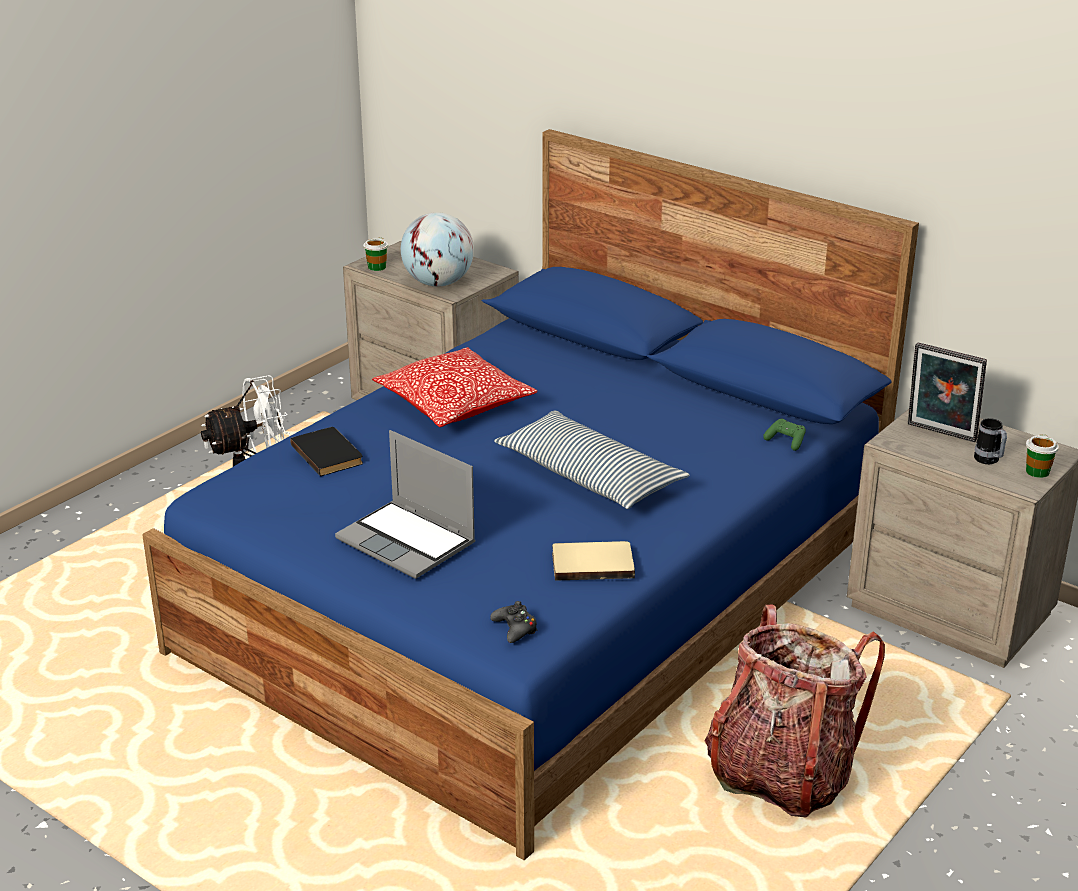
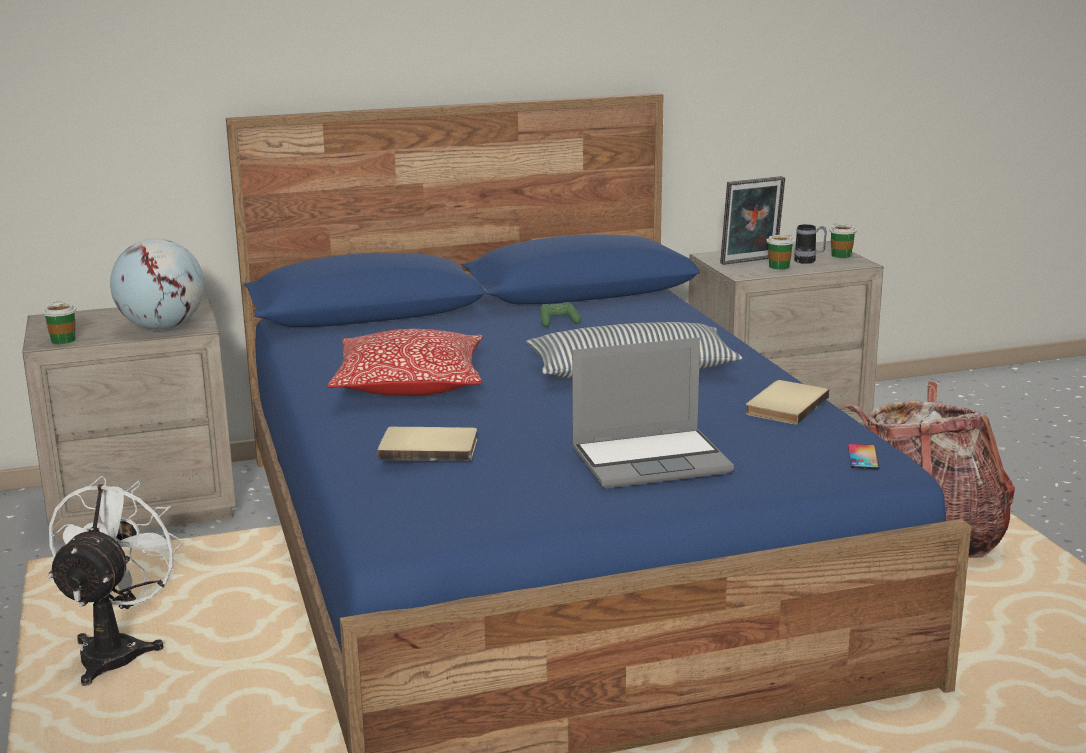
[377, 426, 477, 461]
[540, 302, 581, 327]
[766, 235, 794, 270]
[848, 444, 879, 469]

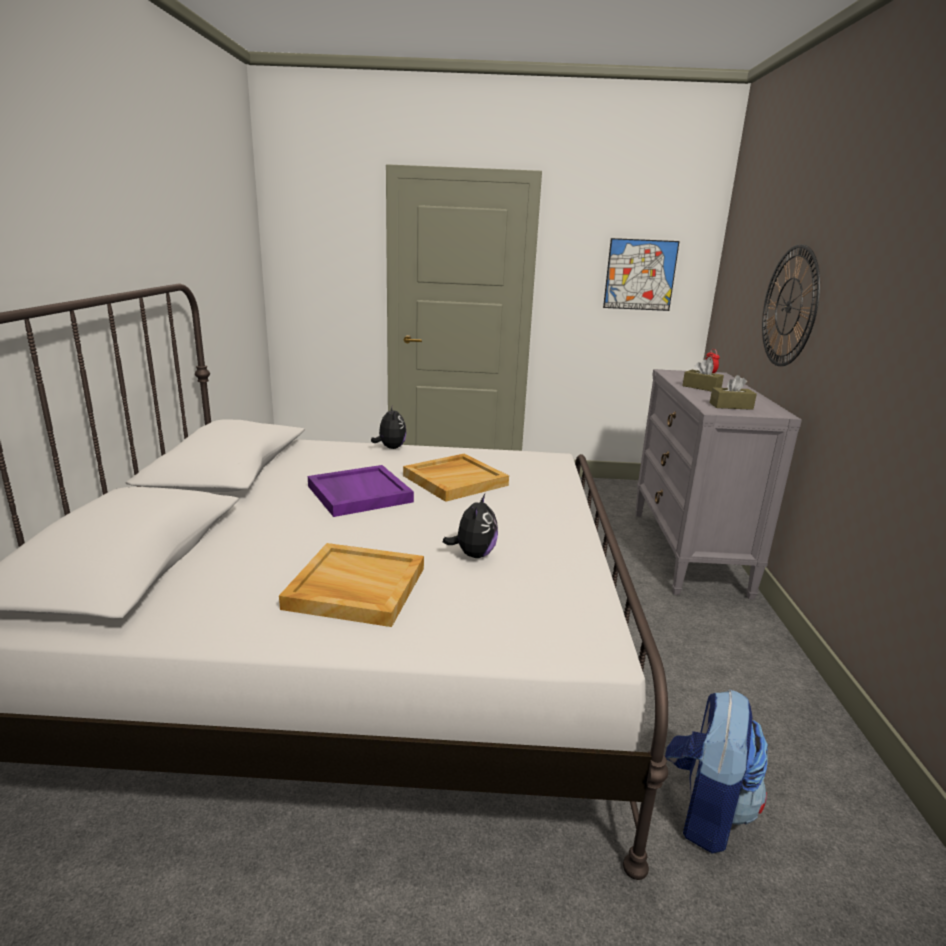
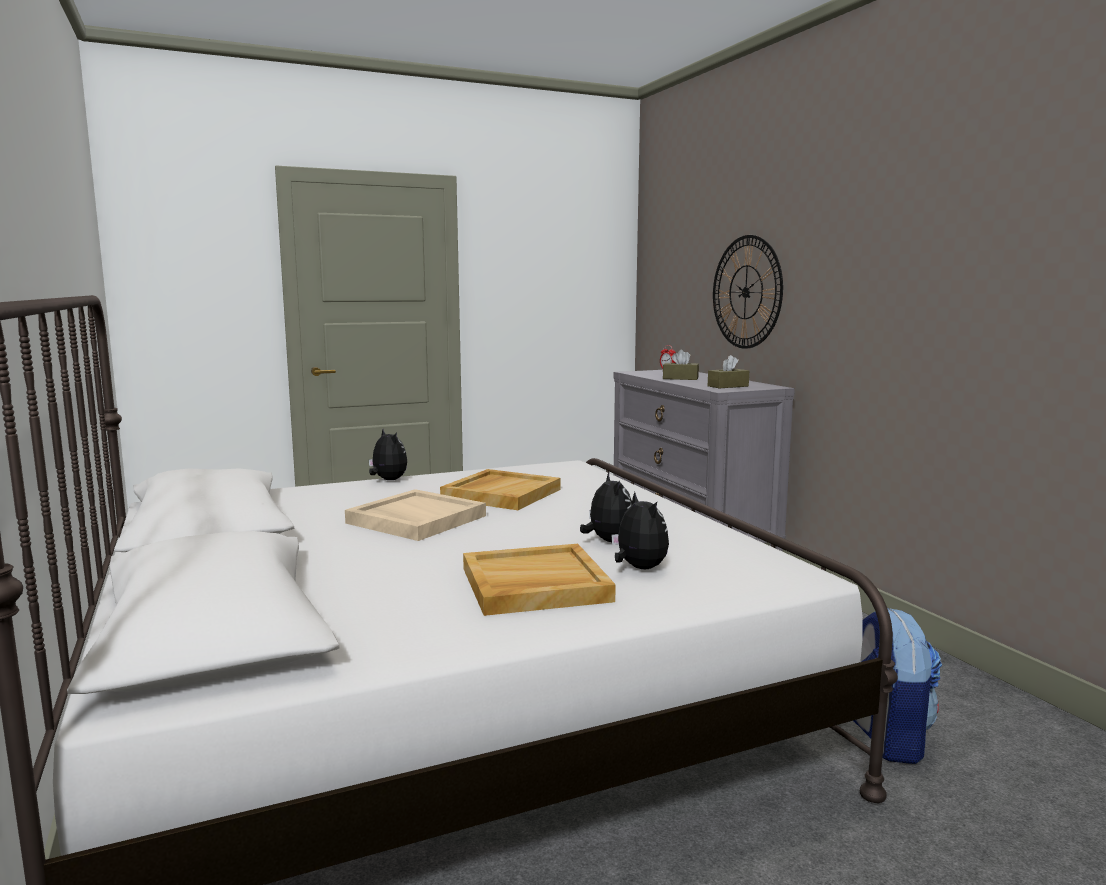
[345, 489, 486, 541]
[612, 492, 669, 569]
[603, 238, 680, 311] (first image)

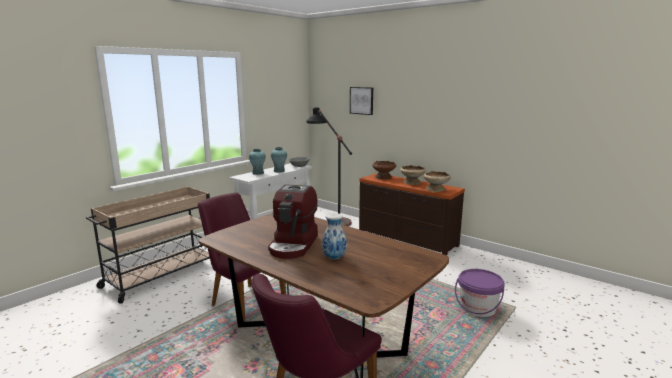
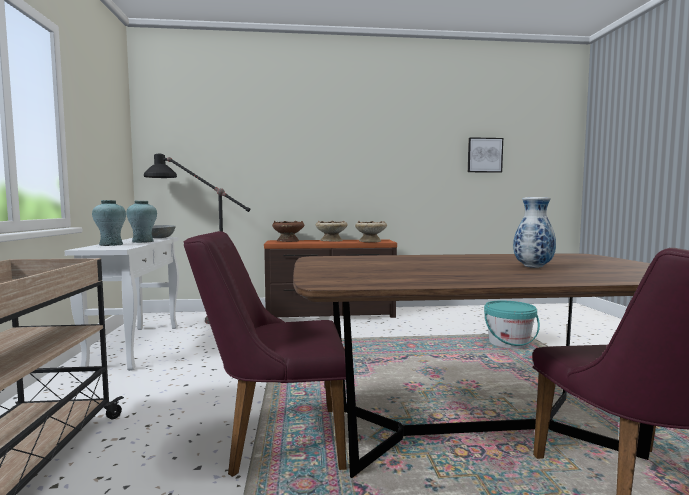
[468, 137, 503, 173]
[484, 300, 540, 349]
[268, 184, 318, 259] (first image)

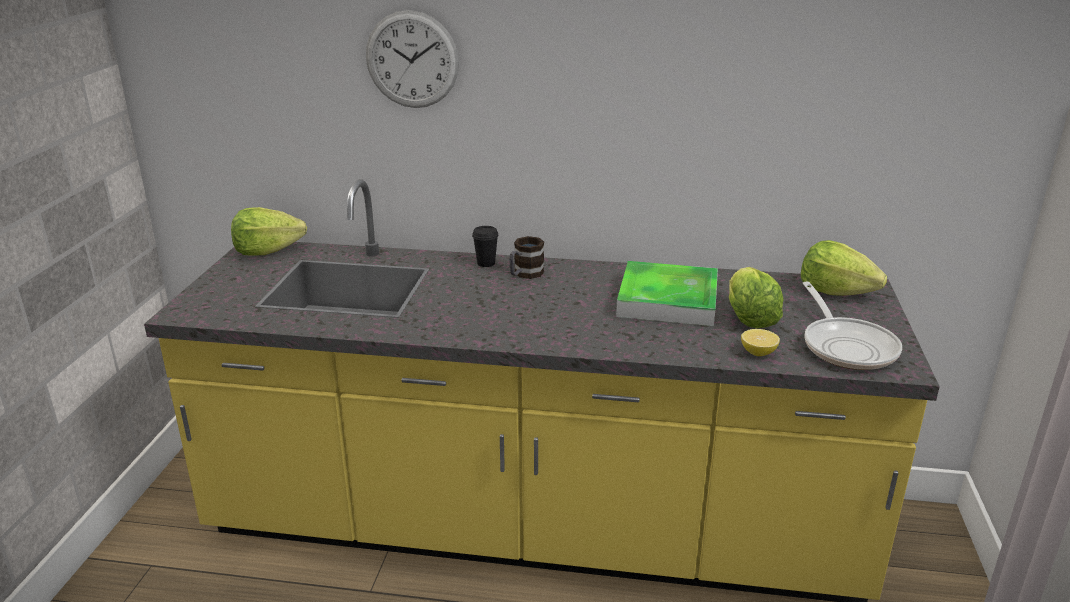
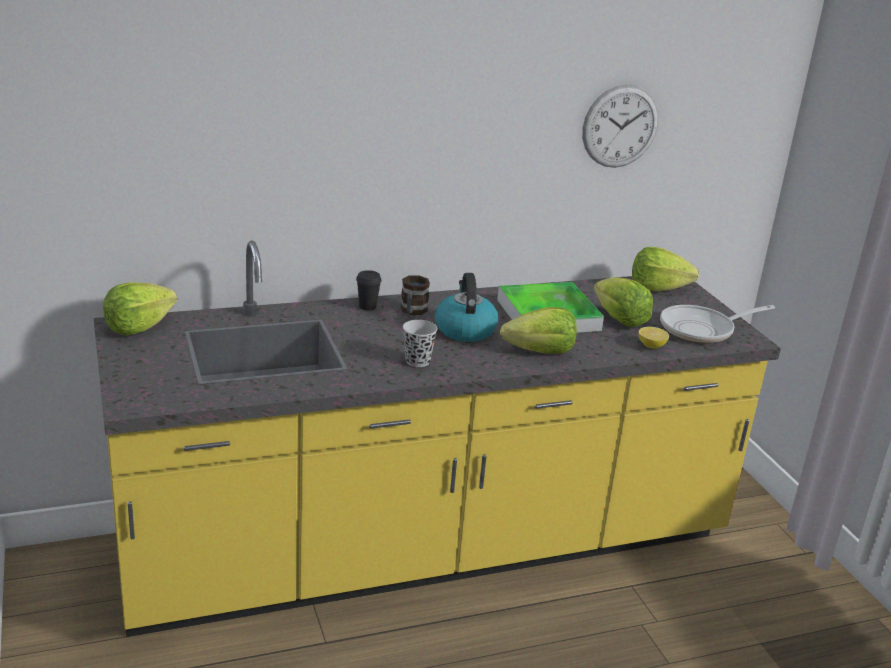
[403, 320, 438, 367]
[435, 273, 498, 342]
[500, 307, 577, 354]
[582, 85, 659, 168]
[660, 305, 775, 343]

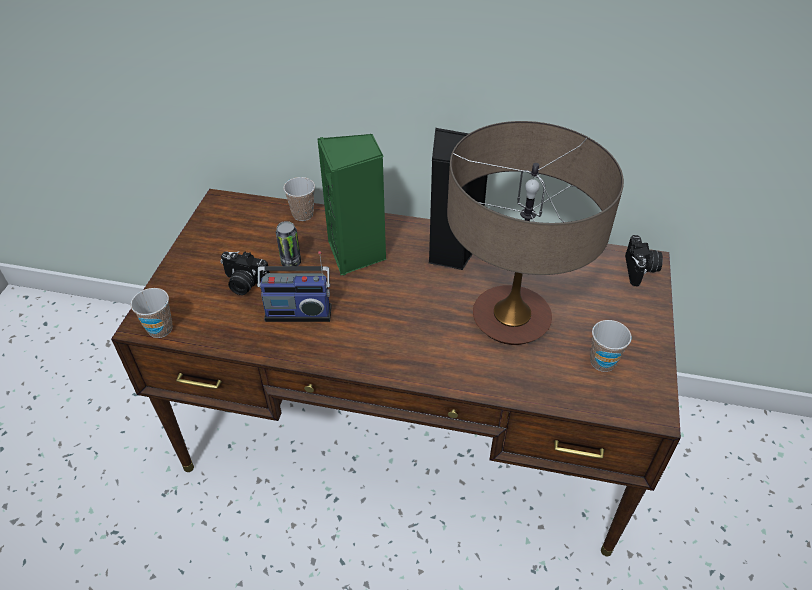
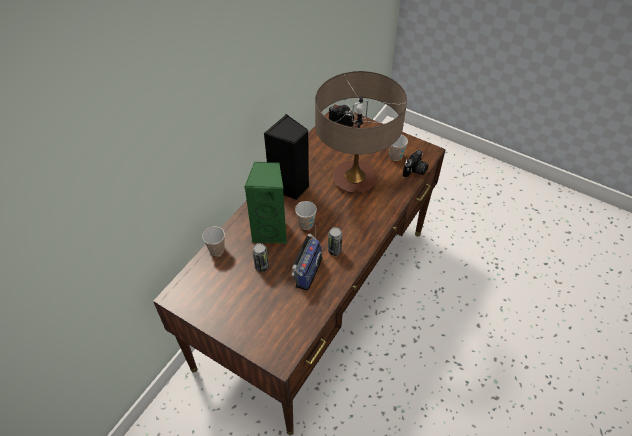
[295, 201, 317, 230]
[328, 227, 342, 256]
[403, 150, 429, 178]

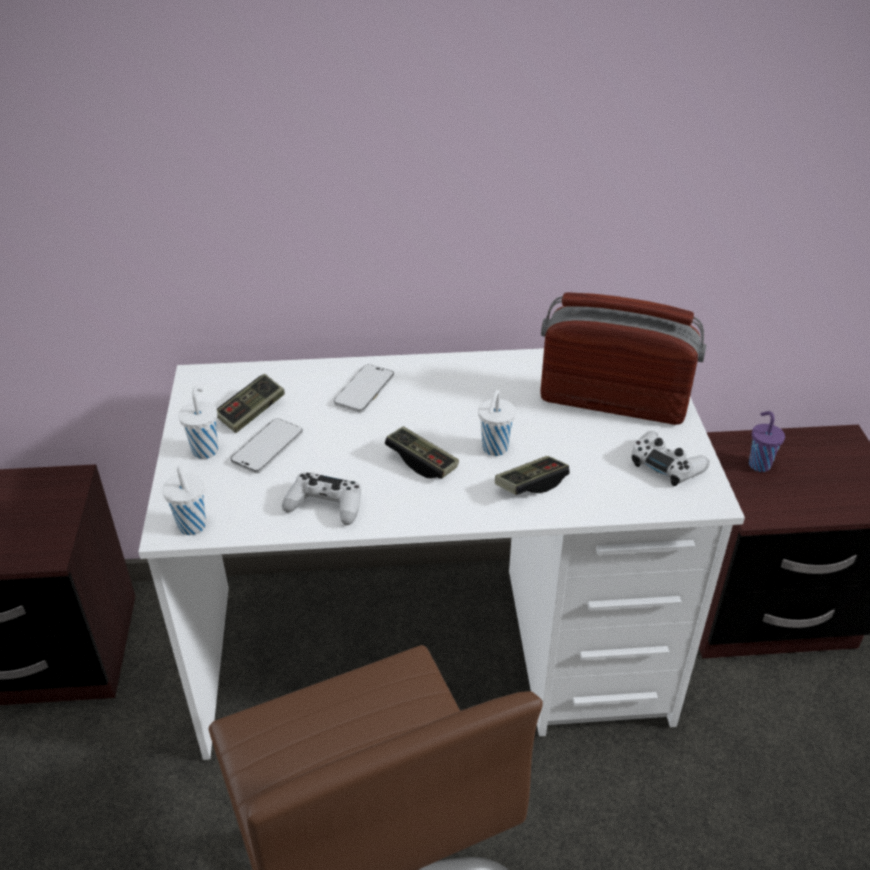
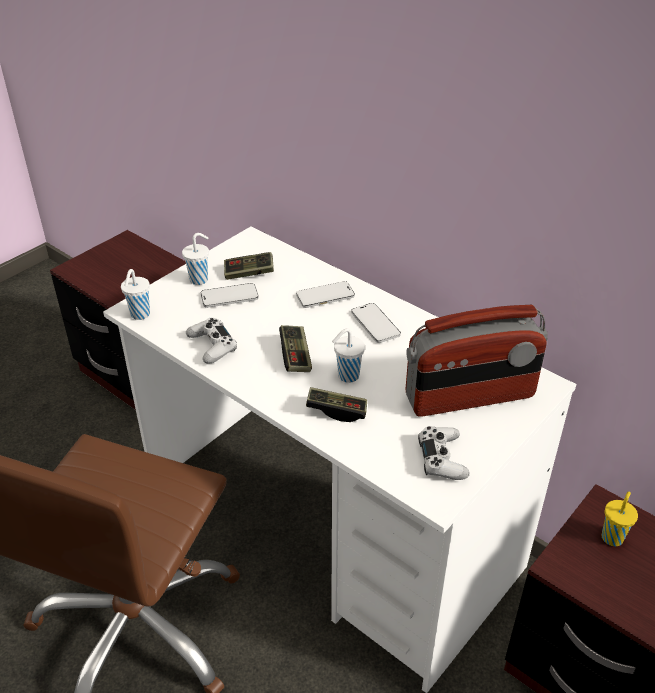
[351, 303, 401, 343]
[405, 305, 548, 417]
[602, 492, 638, 546]

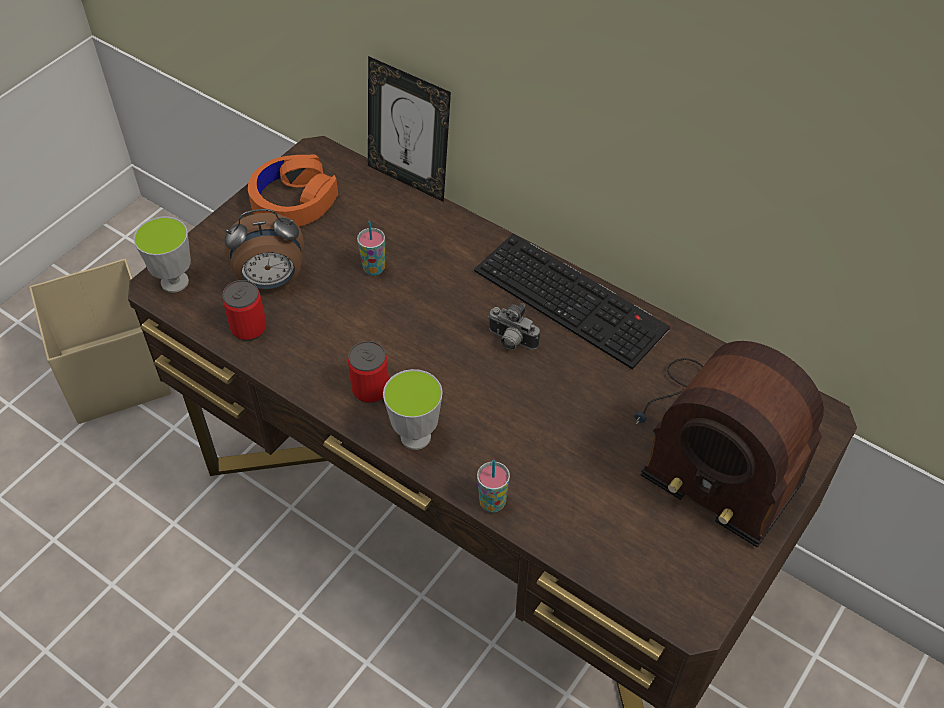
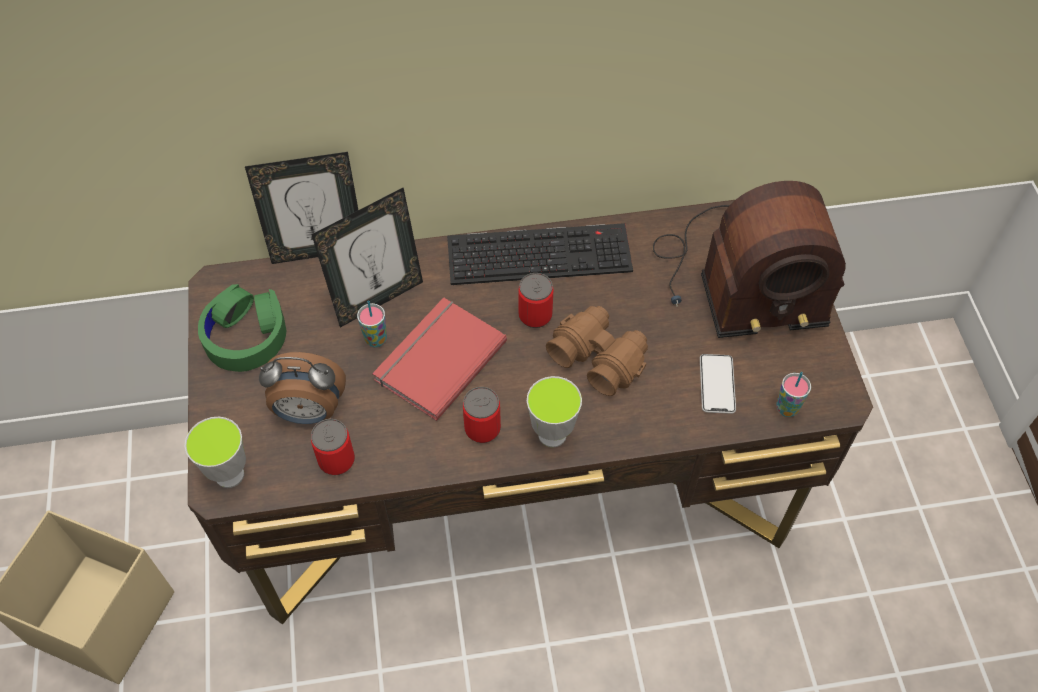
[198, 284, 286, 372]
[259, 352, 346, 424]
[311, 187, 423, 328]
[372, 297, 507, 421]
[518, 273, 554, 328]
[546, 306, 648, 396]
[700, 354, 736, 414]
[776, 372, 811, 417]

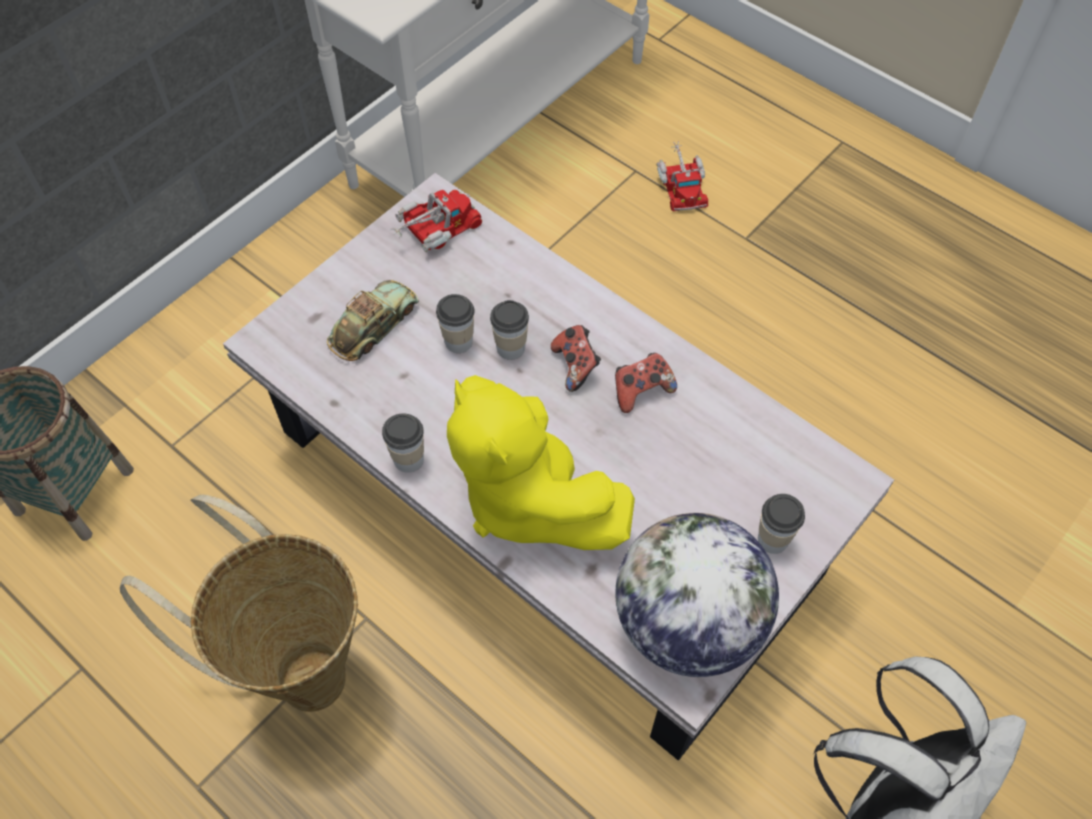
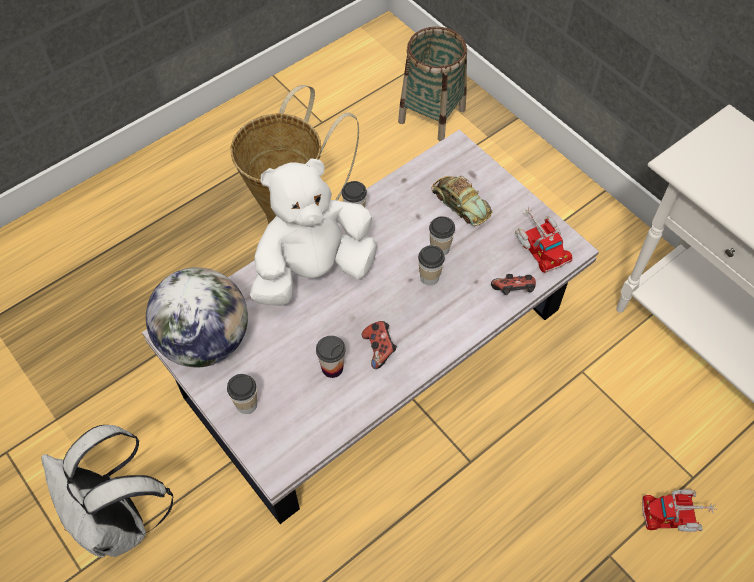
[250, 158, 377, 306]
[316, 336, 346, 378]
[491, 274, 536, 295]

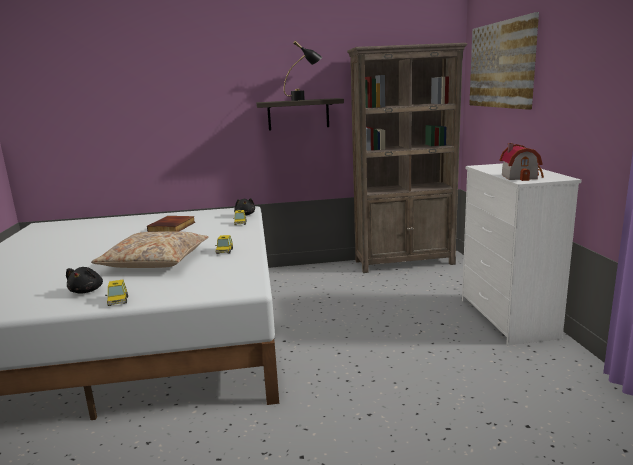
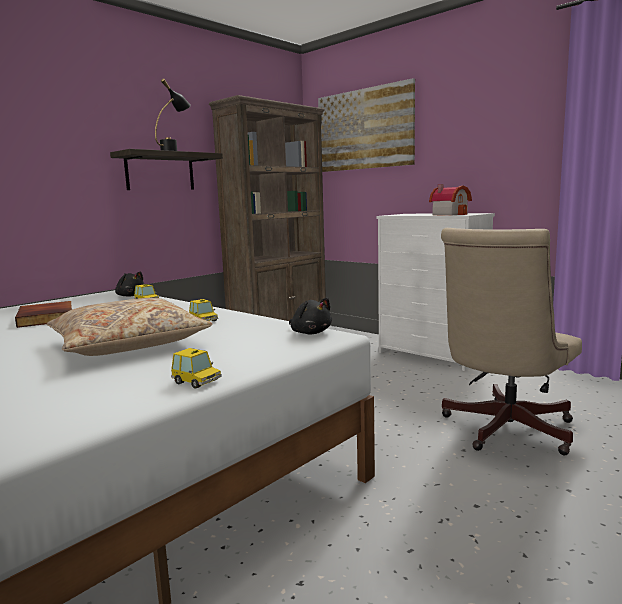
[289, 298, 332, 334]
[441, 228, 582, 455]

